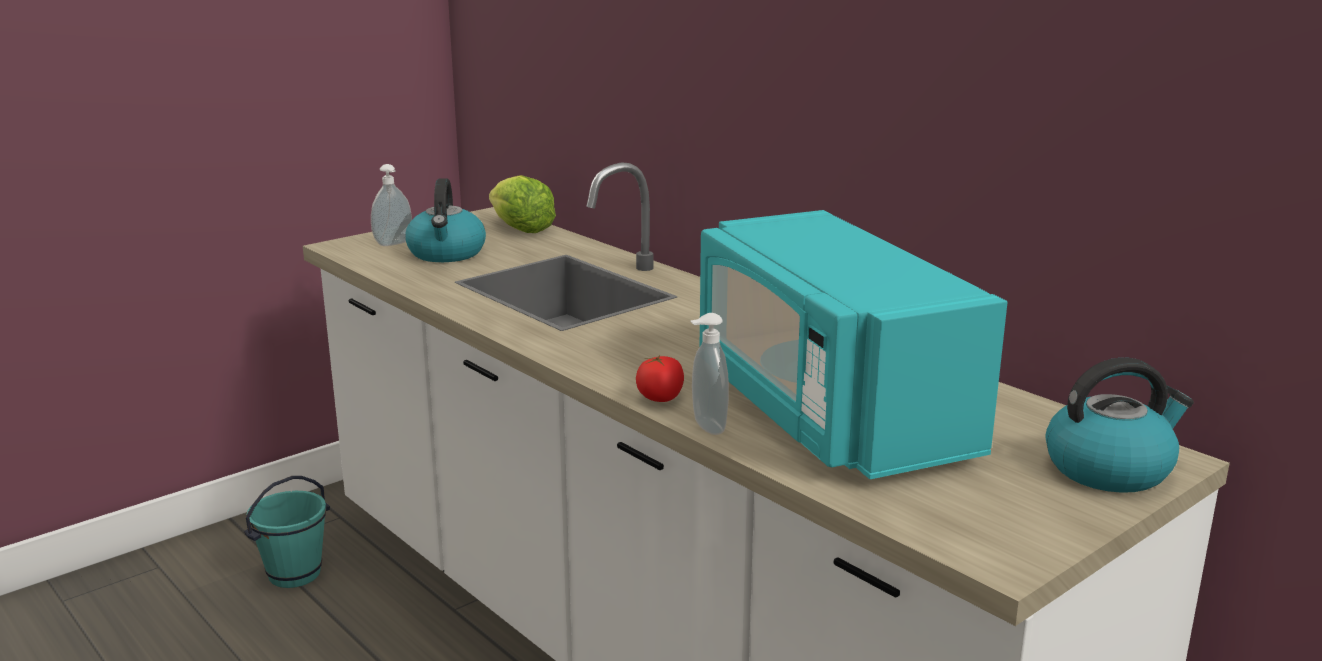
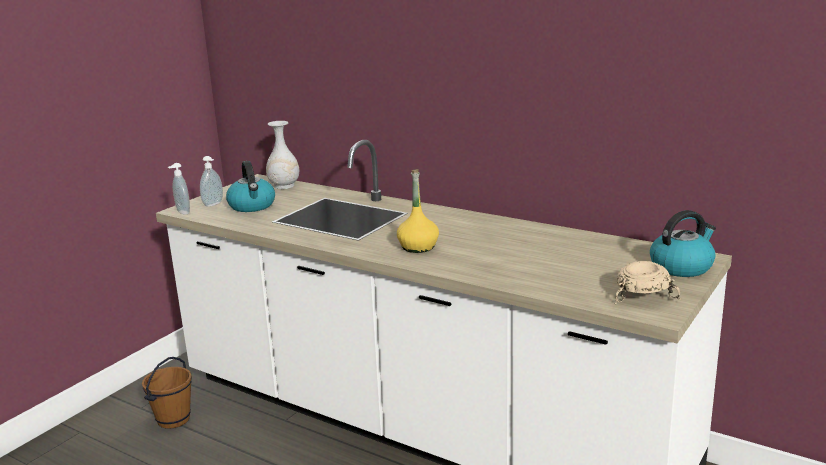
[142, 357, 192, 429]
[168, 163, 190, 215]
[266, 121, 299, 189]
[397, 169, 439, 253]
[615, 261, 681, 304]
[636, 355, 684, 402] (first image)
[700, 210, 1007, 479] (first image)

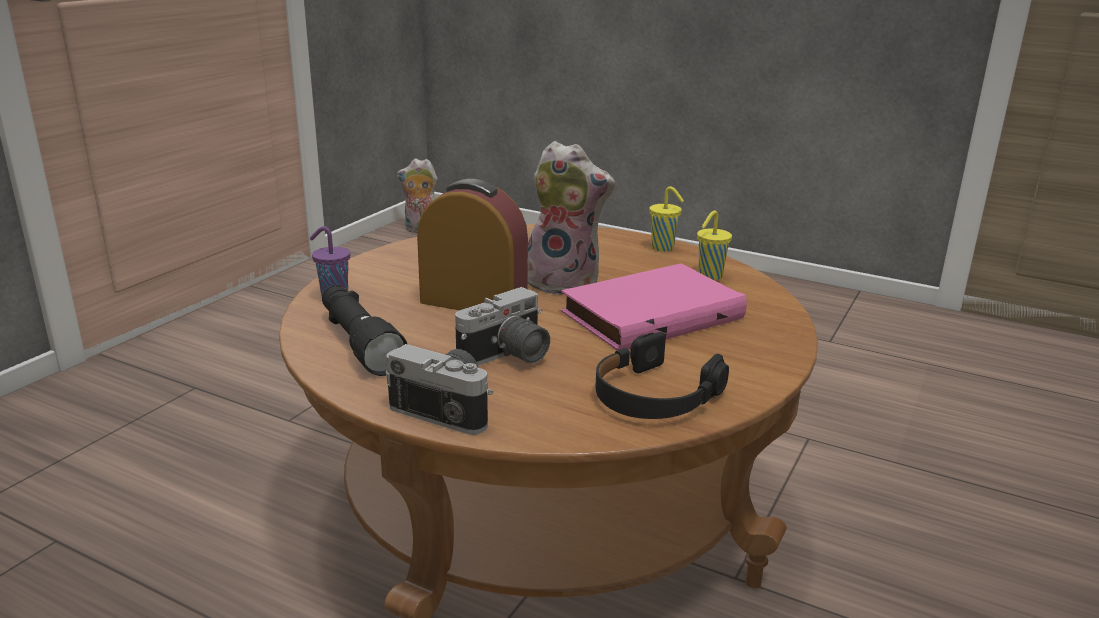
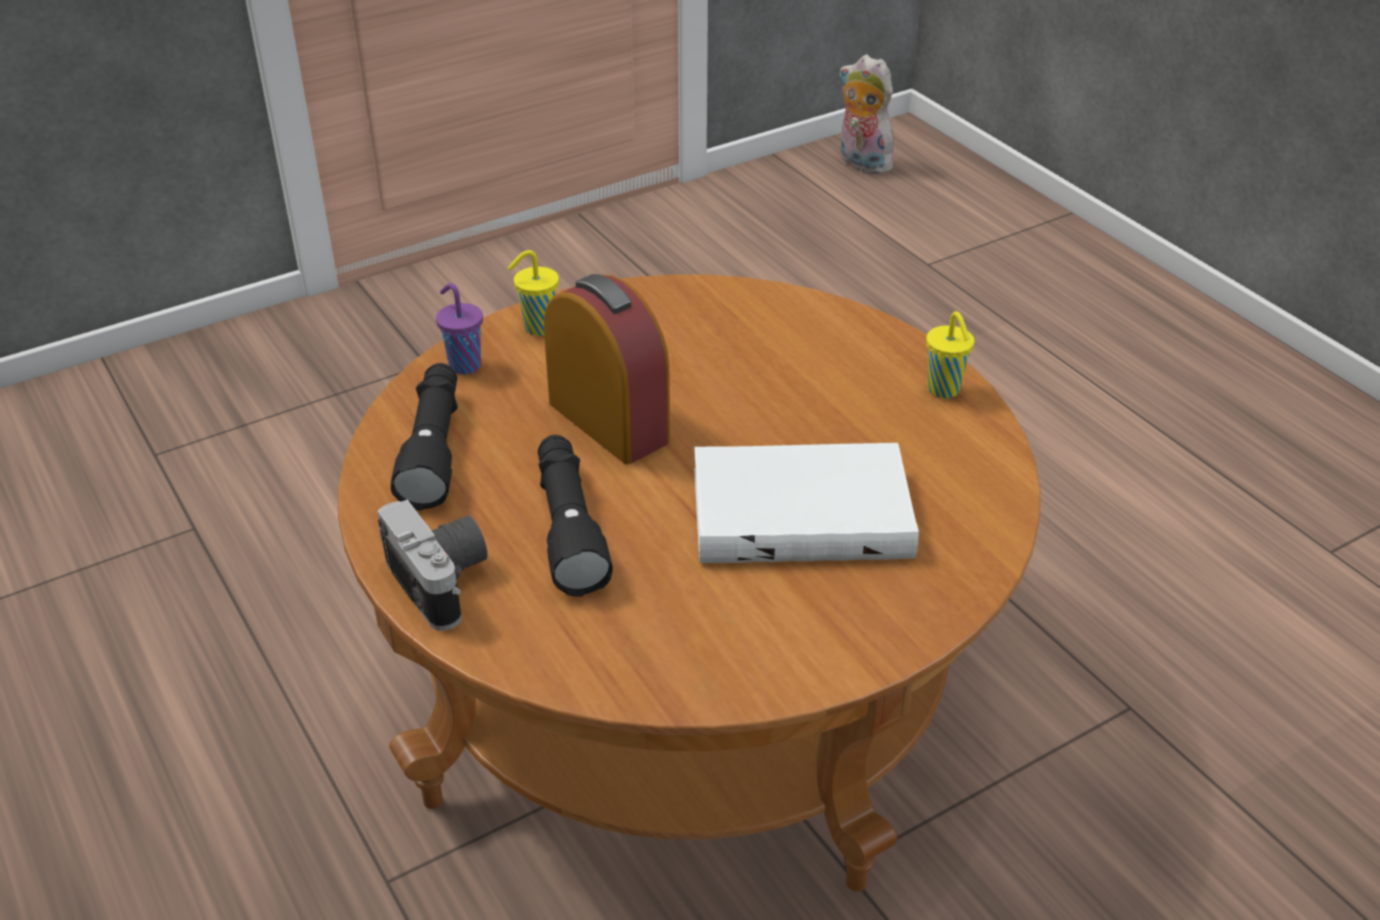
[508, 250, 559, 336]
[538, 435, 613, 597]
[694, 443, 919, 563]
[528, 141, 615, 296] (first image)
[595, 332, 729, 419] (first image)

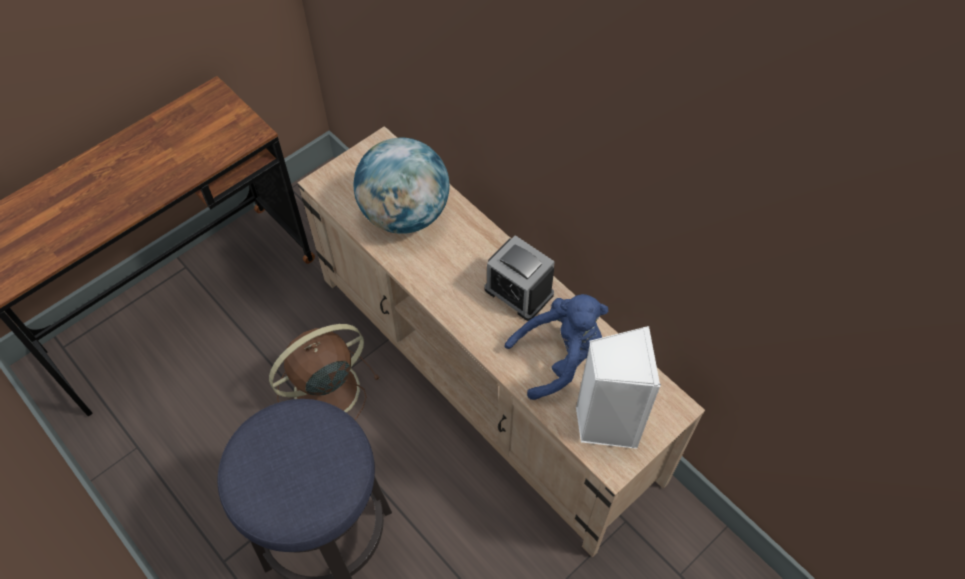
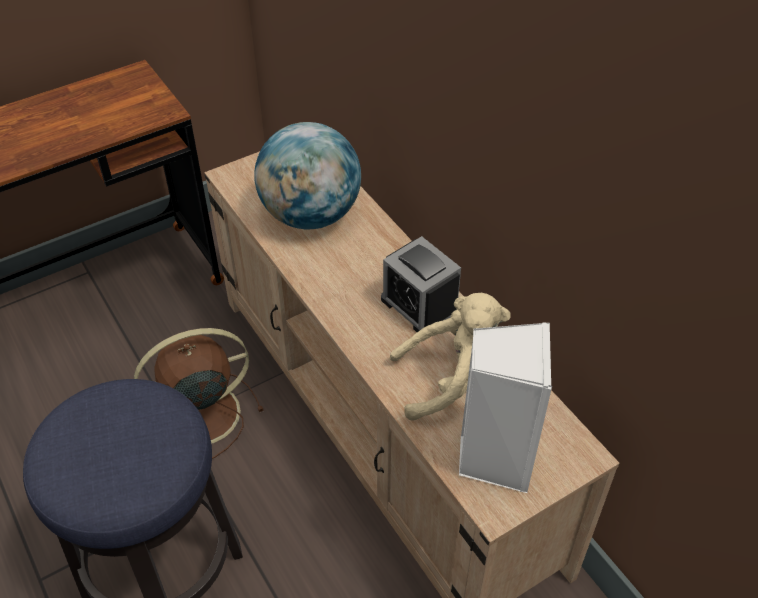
[390, 293, 511, 421]

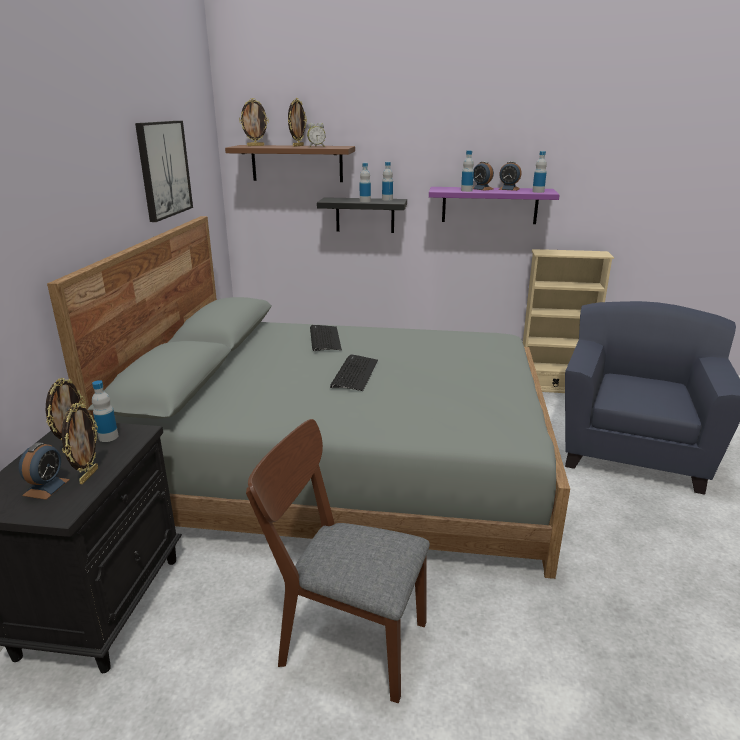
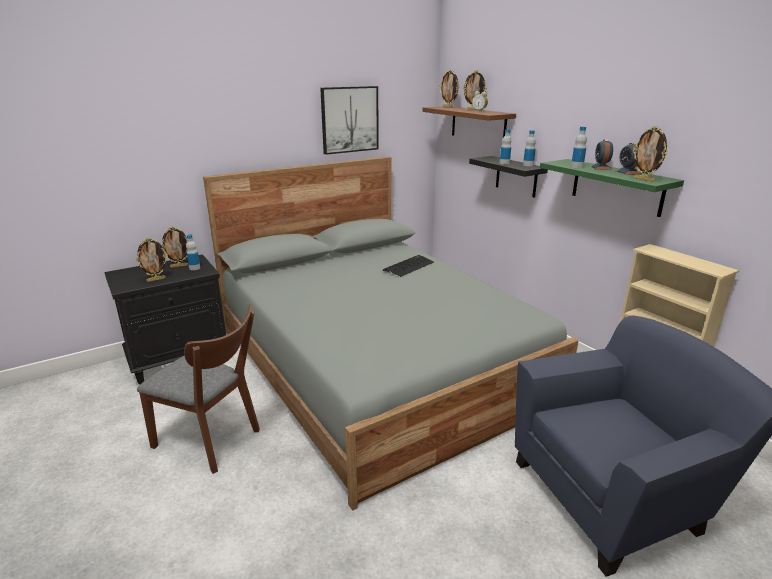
[137, 304, 260, 474]
[540, 159, 684, 217]
[633, 126, 668, 182]
[19, 442, 70, 500] (first image)
[330, 354, 378, 391] (first image)

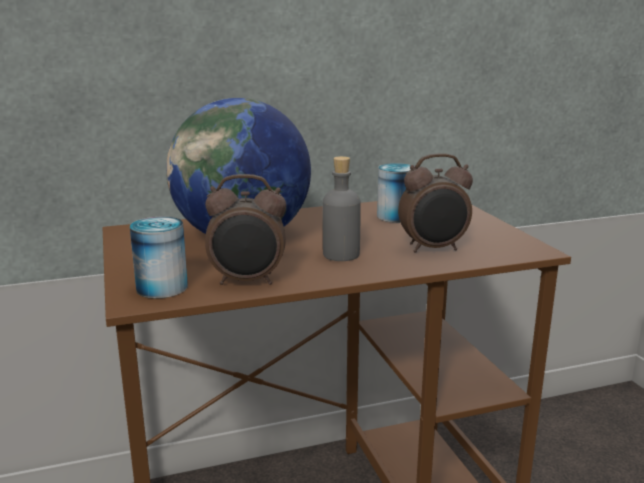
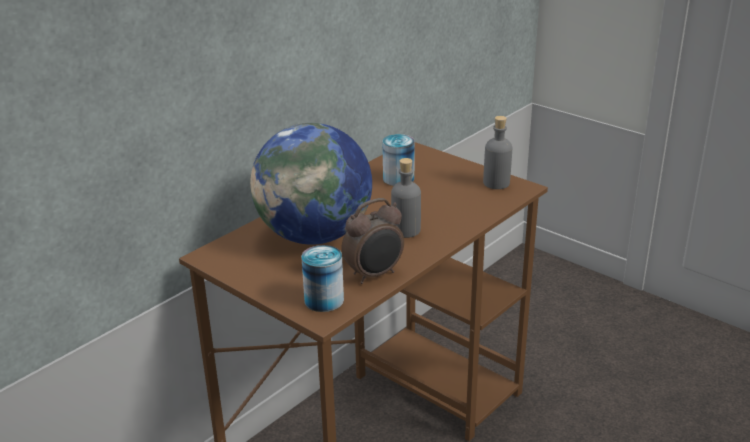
[483, 116, 512, 189]
[398, 153, 473, 253] (first image)

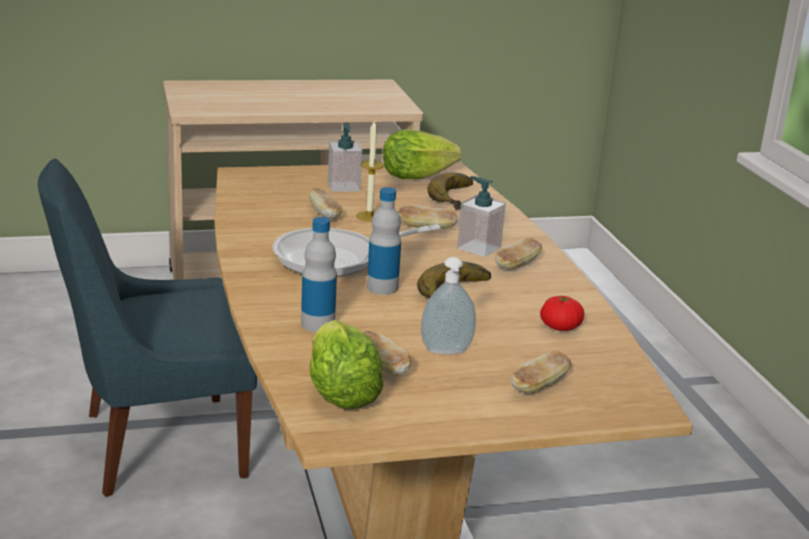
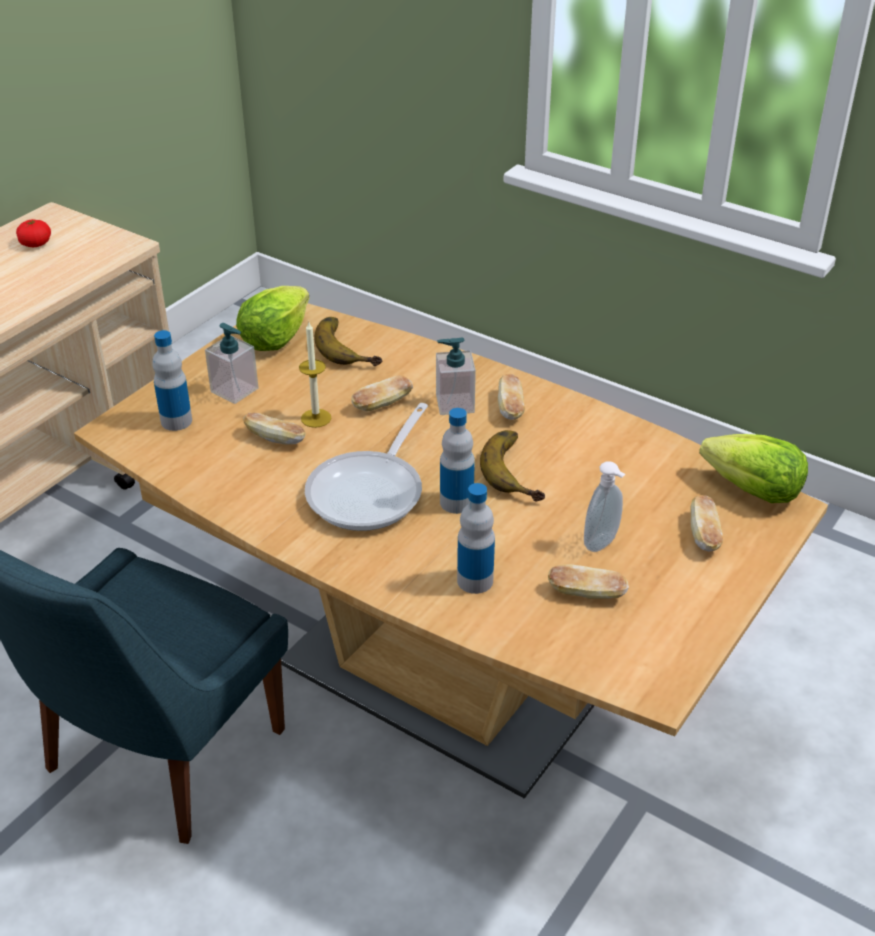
[16, 219, 51, 247]
[152, 330, 192, 431]
[699, 434, 808, 503]

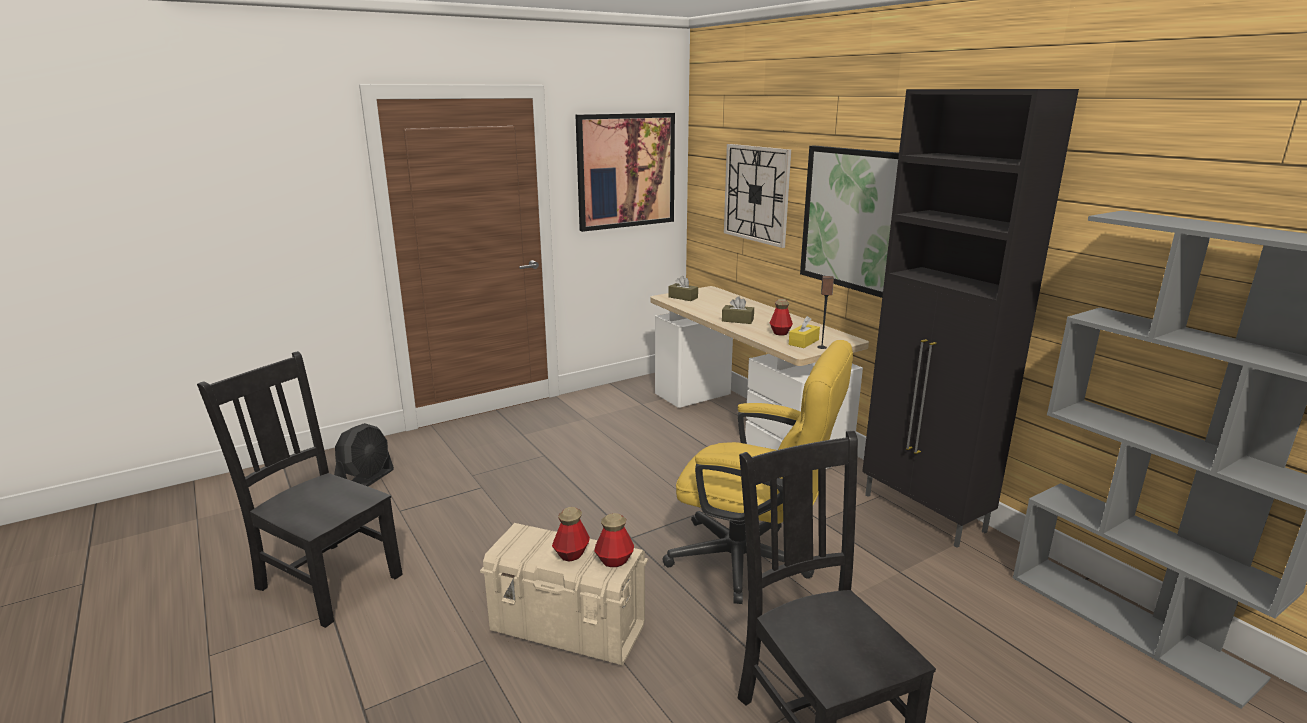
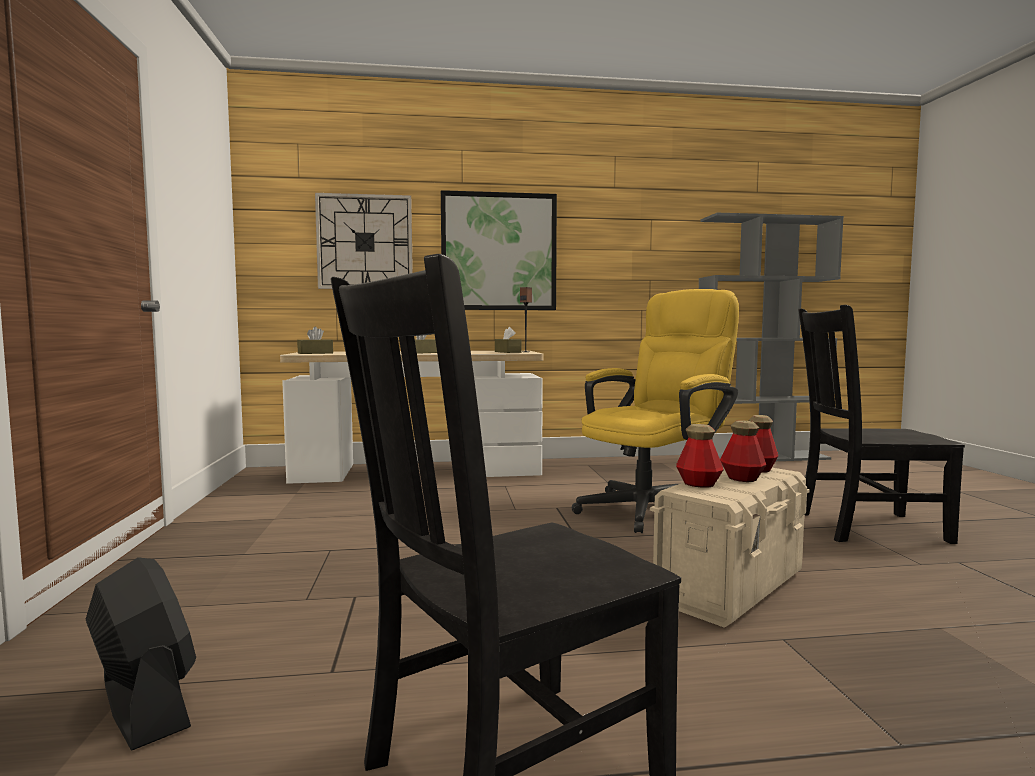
[495, 327, 522, 353]
[676, 424, 724, 488]
[575, 113, 675, 232] (first image)
[862, 89, 1079, 547] (first image)

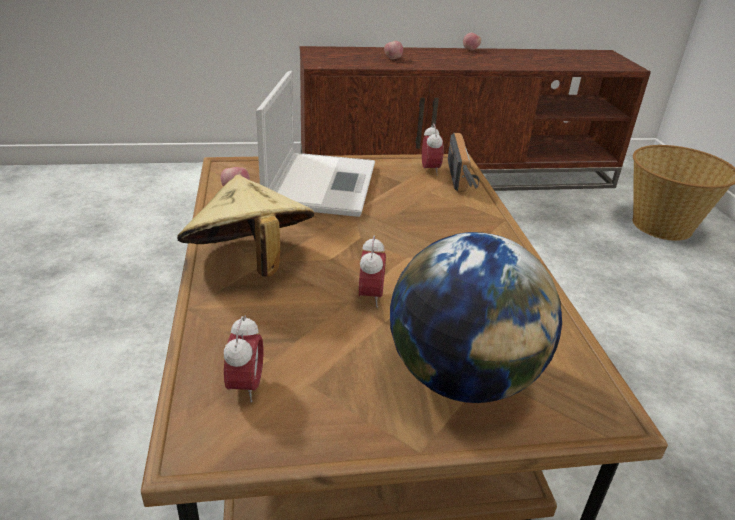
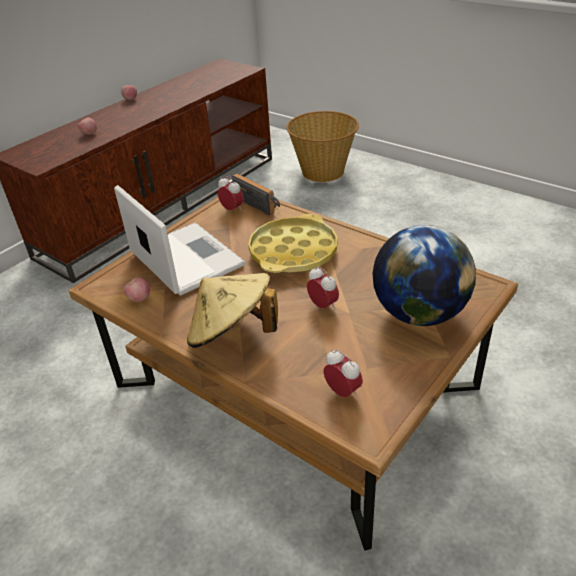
[248, 214, 337, 273]

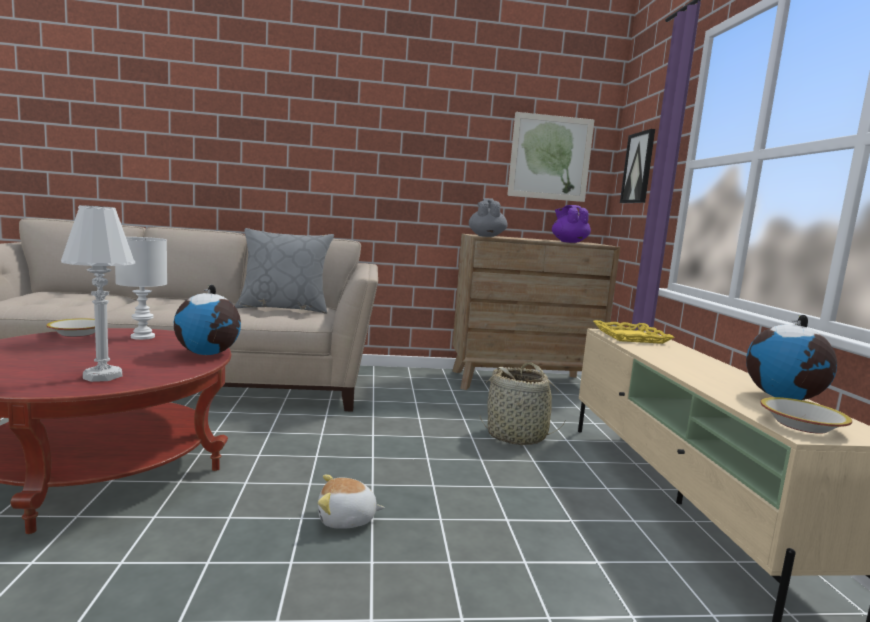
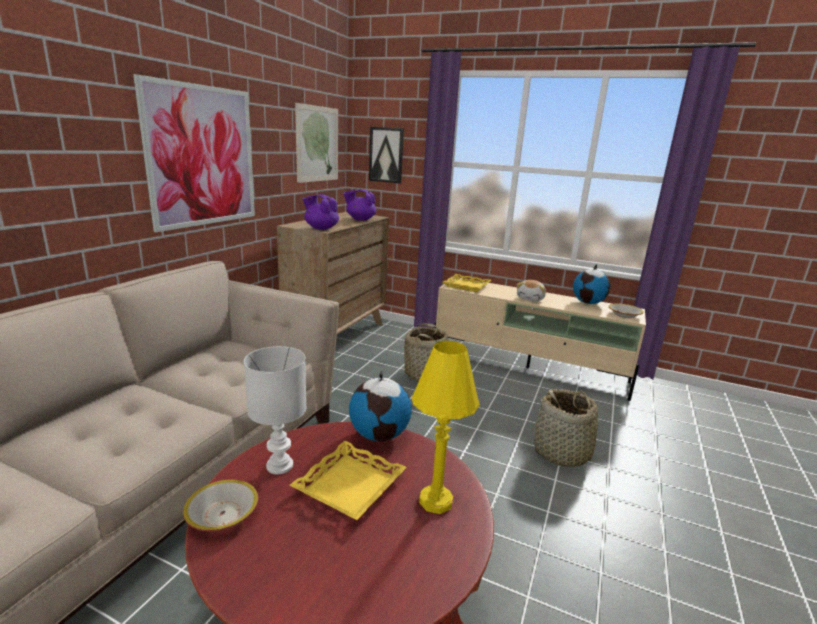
[133, 74, 255, 232]
[289, 441, 407, 520]
[302, 194, 339, 230]
[412, 341, 480, 514]
[516, 280, 546, 301]
[532, 389, 608, 467]
[235, 228, 334, 313] (first image)

